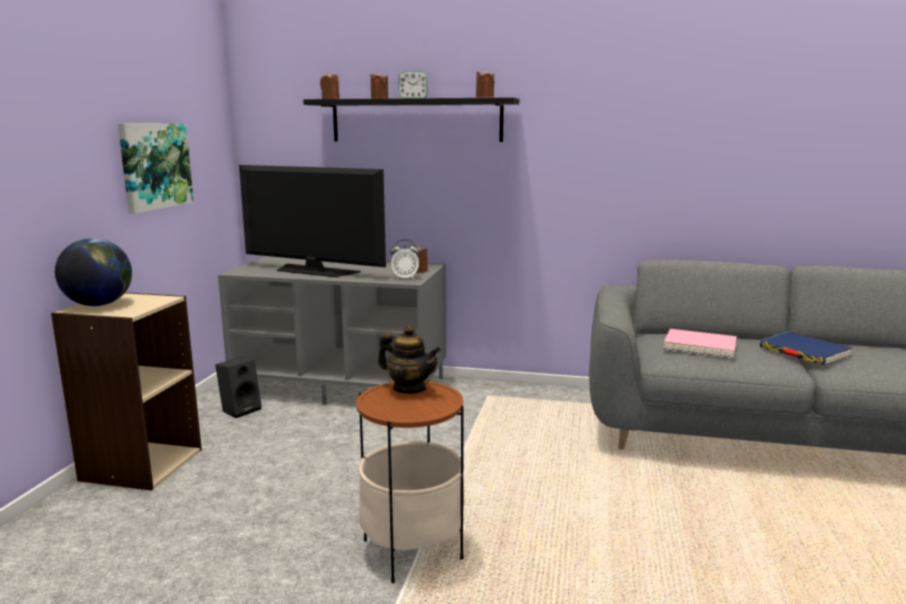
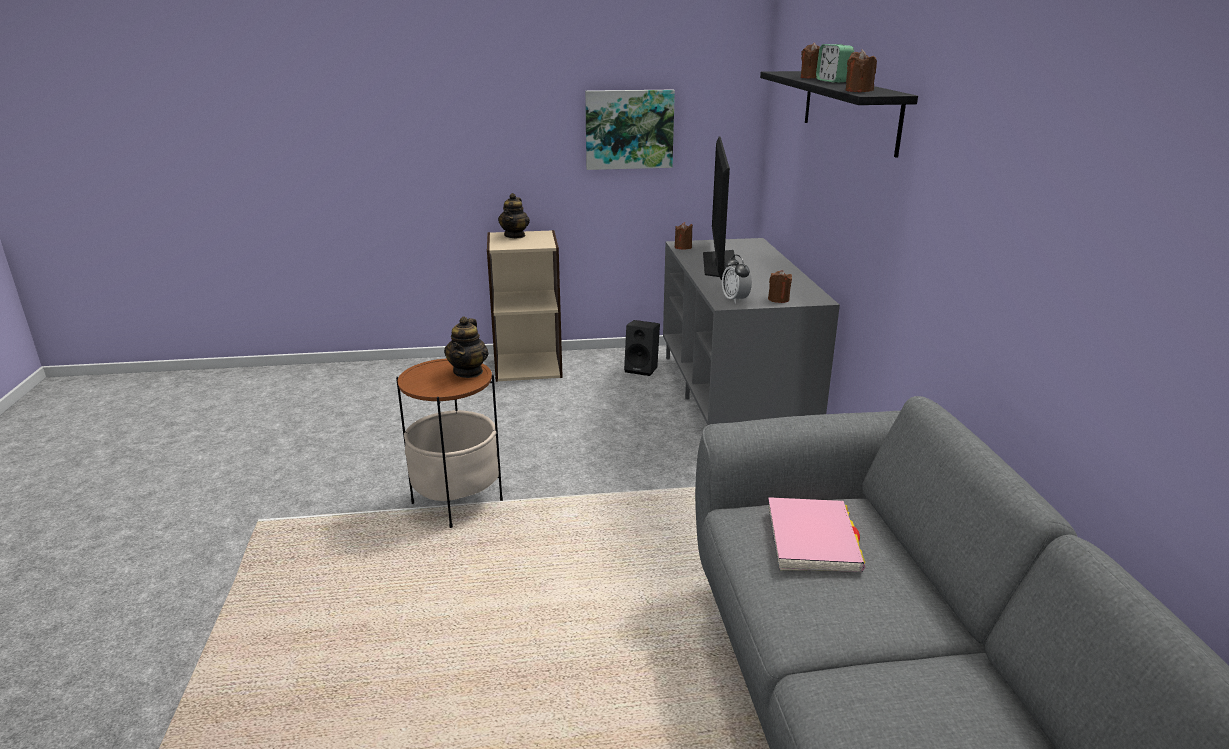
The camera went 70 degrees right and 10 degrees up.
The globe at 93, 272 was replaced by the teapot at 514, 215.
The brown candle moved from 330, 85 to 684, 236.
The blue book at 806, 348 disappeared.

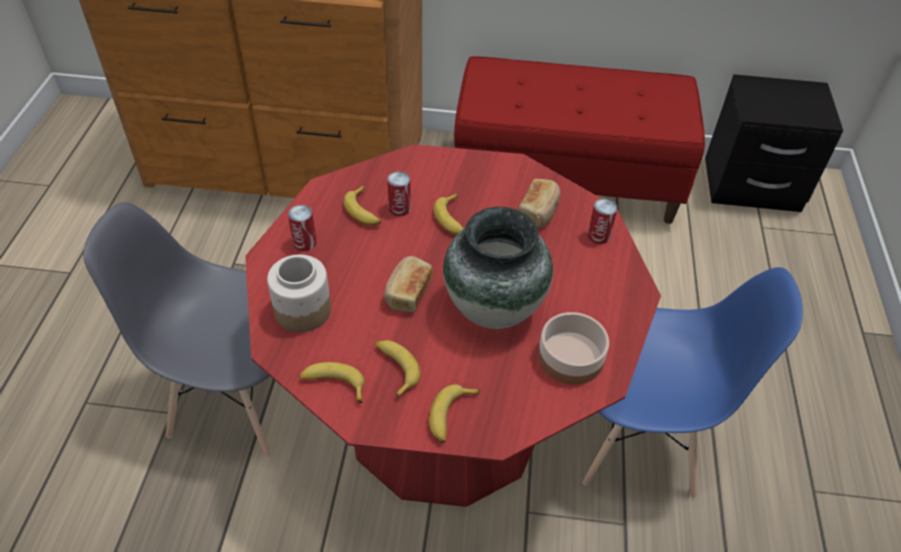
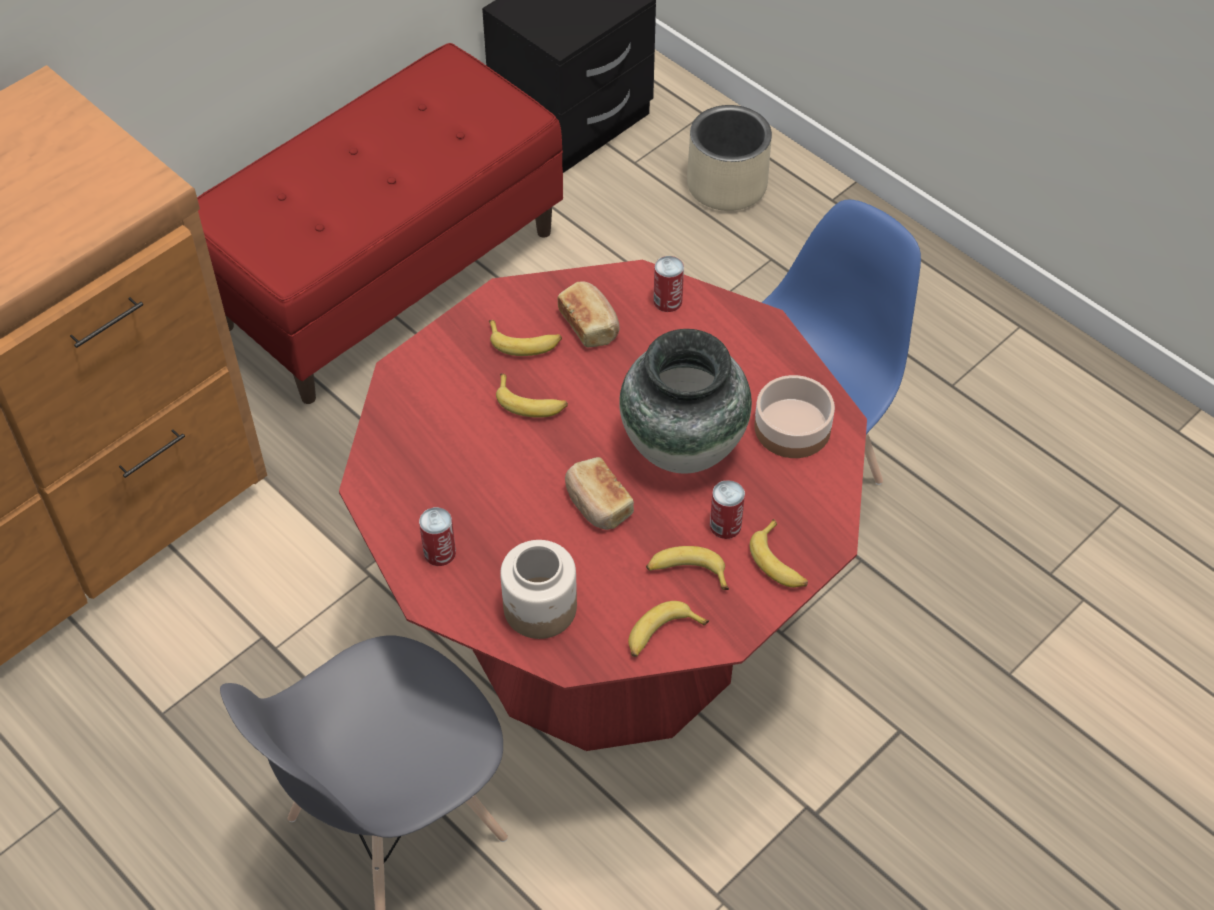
The camera went 50 degrees left and 5 degrees up.
The banana moved from 362, 205 to 525, 338.
The beige planter at 729, 158 appeared.
The can moved from 399, 194 to 727, 509.

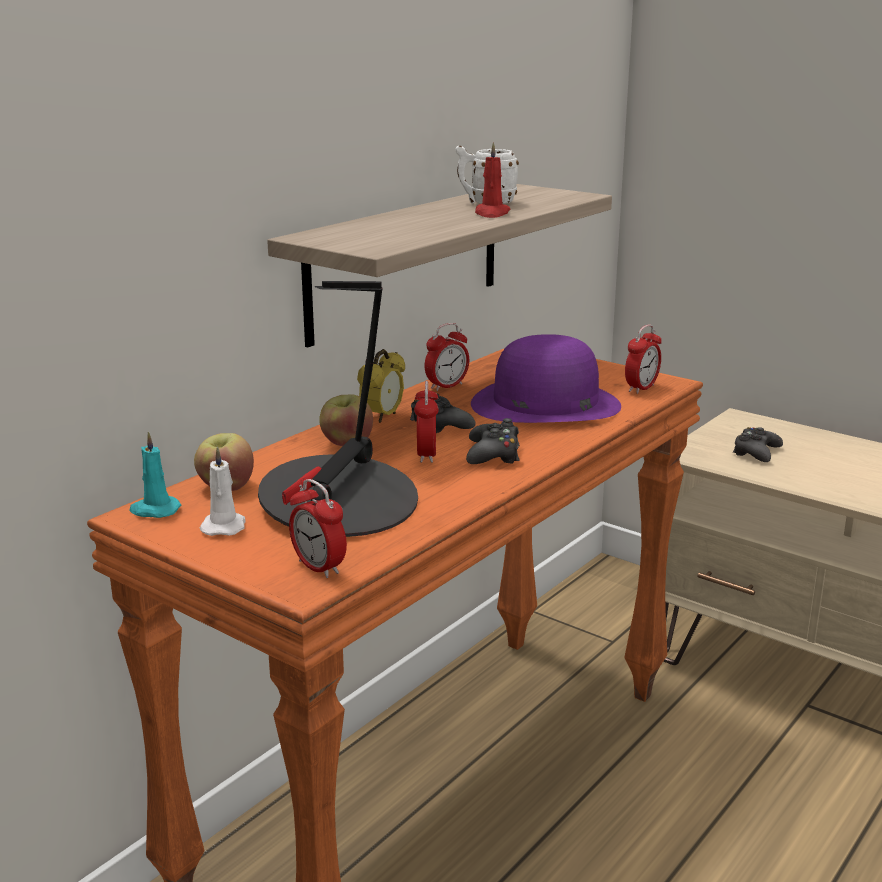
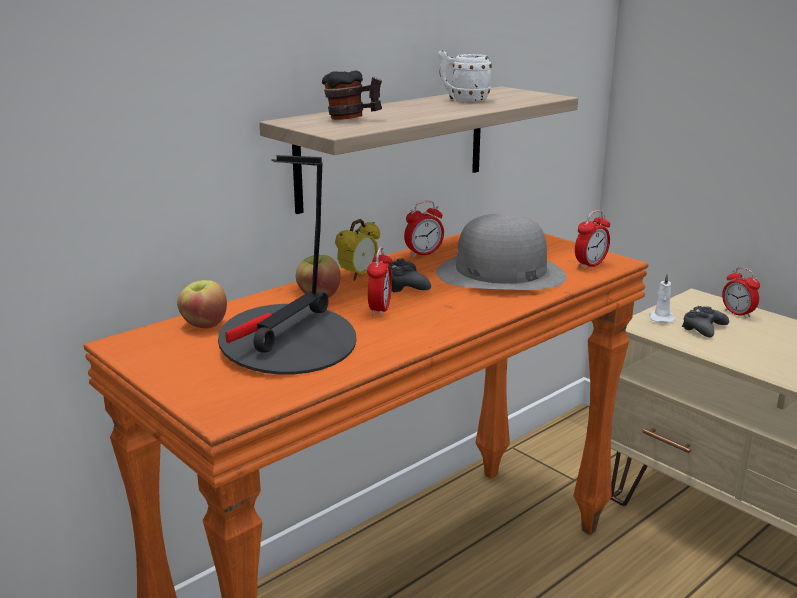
The camera went 10 degrees right and 0 degrees up.
The mug at 352, 95 appeared.
The purple hat at 546, 378 became the grey hat at 501, 252.
The white candle moved from 223, 491 to 662, 298.
The alarm clock moved from 318, 528 to 741, 293.
The turquoise candle at 156, 475 disappeared.
The black game controller at 493, 441 disappeared.
The red candle at 492, 180 disappeared.

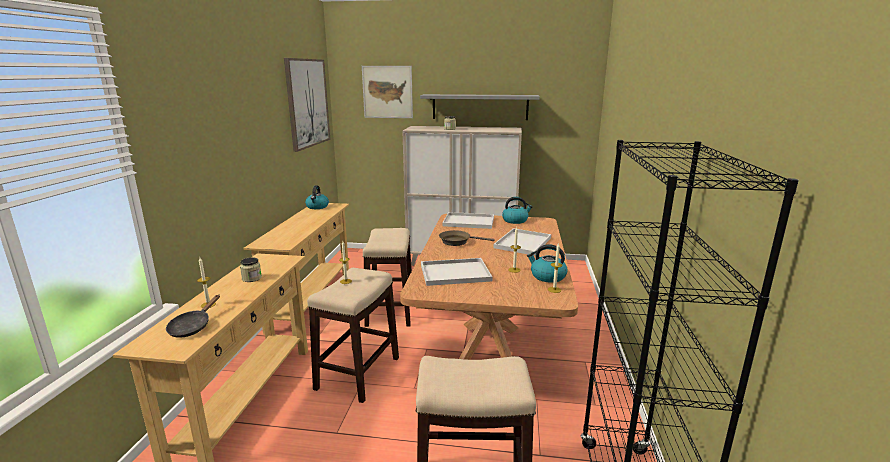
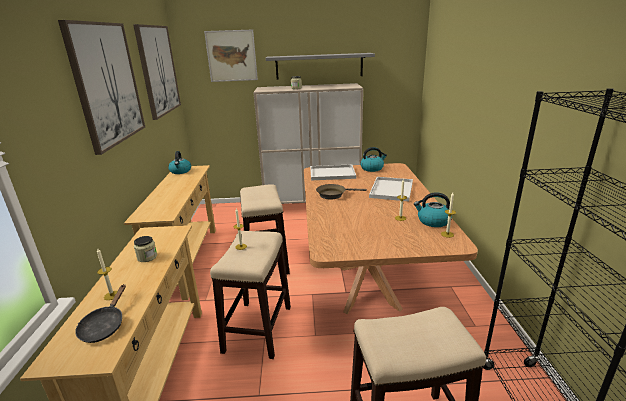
The camera went 10 degrees left and 5 degrees up.
The picture at 101, 87 appeared.
The white tray at 456, 272 disappeared.

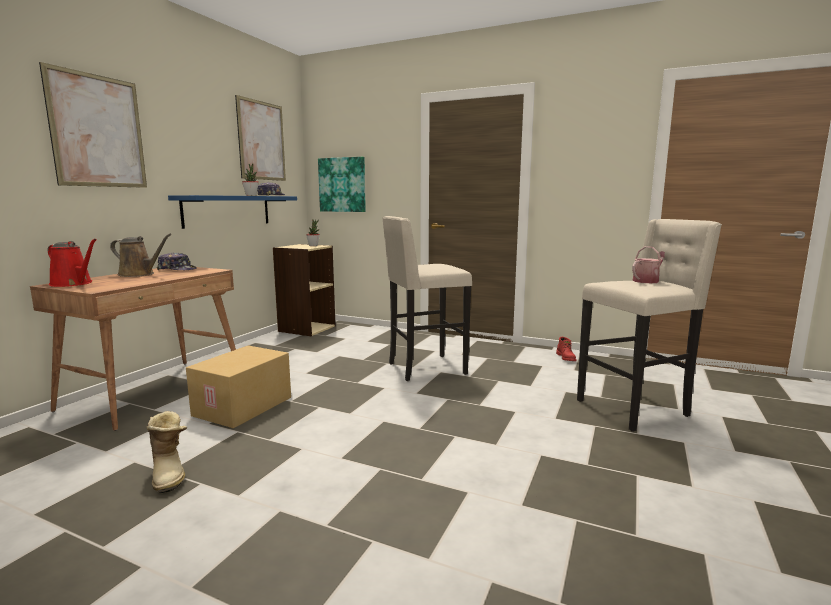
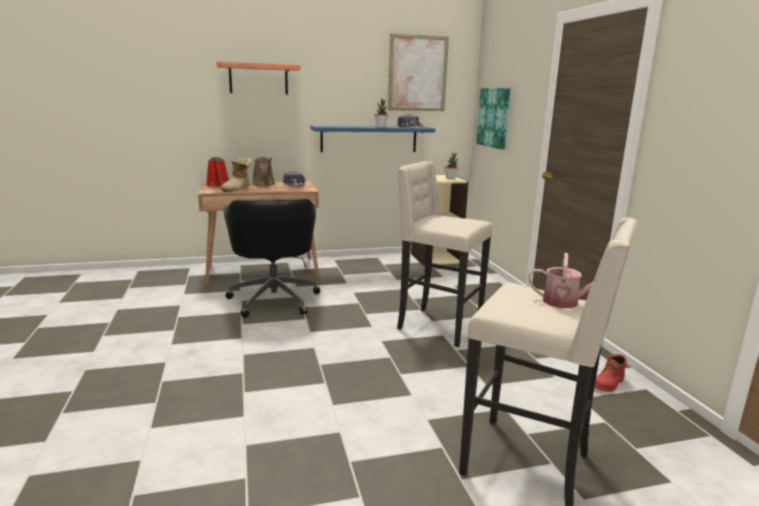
The camera went 50 degrees right and 5 degrees up.
The picture at 93, 125 was replaced by the shelf at 258, 78.
The boot moved from 167, 452 to 236, 175.
The cardboard box at 238, 386 was replaced by the black office chair at 271, 258.

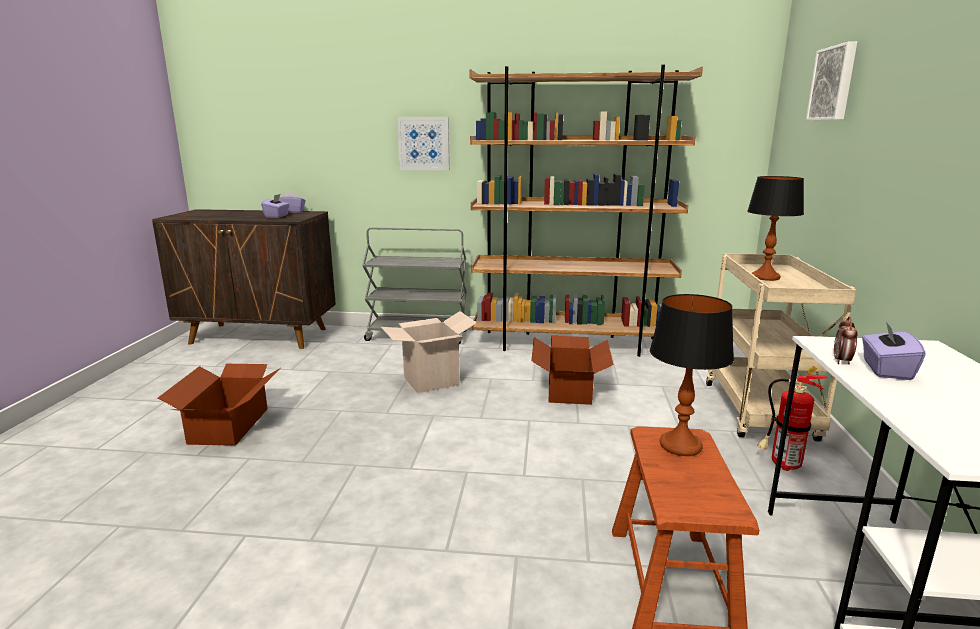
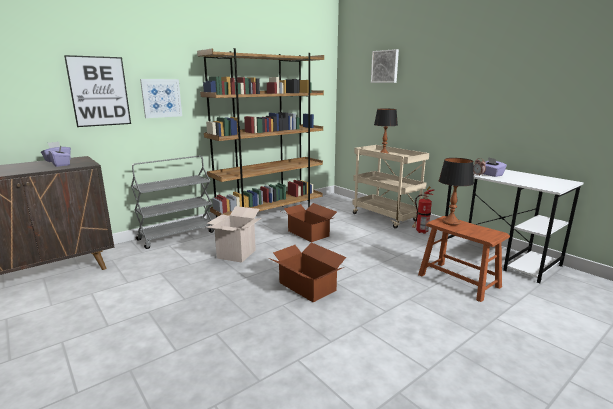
The camera went 45 degrees left and 0 degrees up.
The picture at 97, 91 appeared.
The cardboard box moved from 219, 405 to 307, 272.

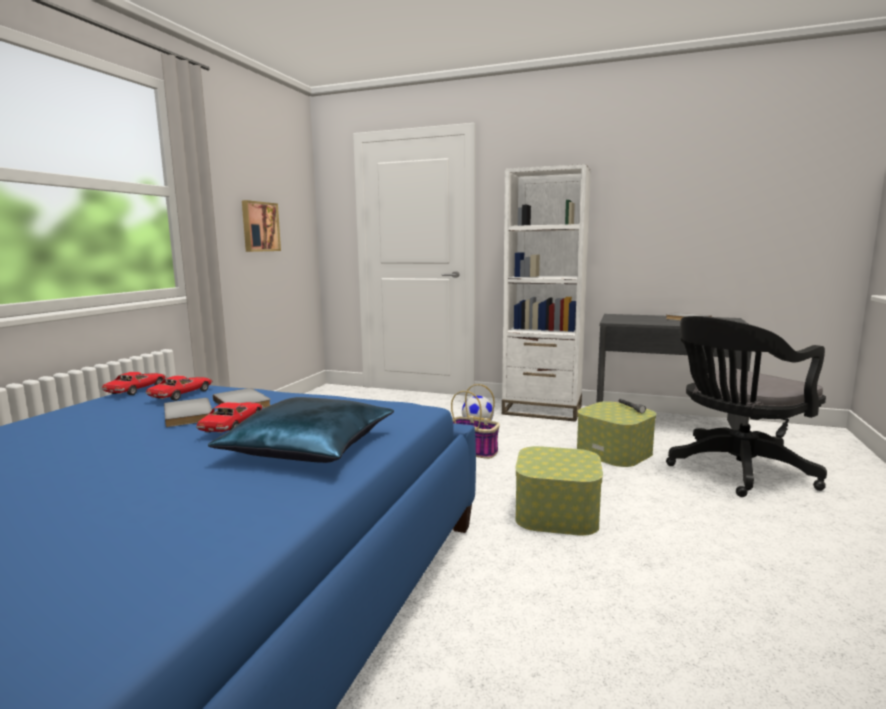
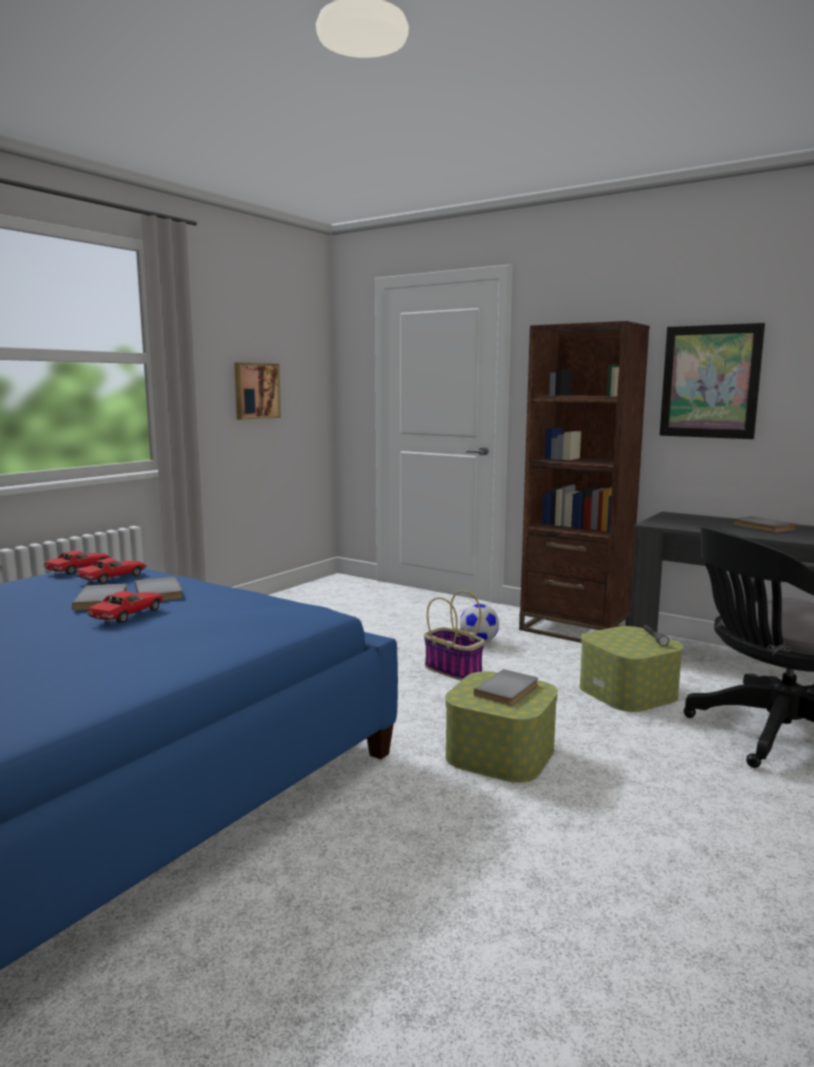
The camera went 15 degrees right and 0 degrees up.
The grey book at 506, 687 appeared.
The white bookcase at 546, 293 became the brown bookcase at 584, 482.
The picture at 712, 381 appeared.
The blue pillow at 301, 430 disappeared.

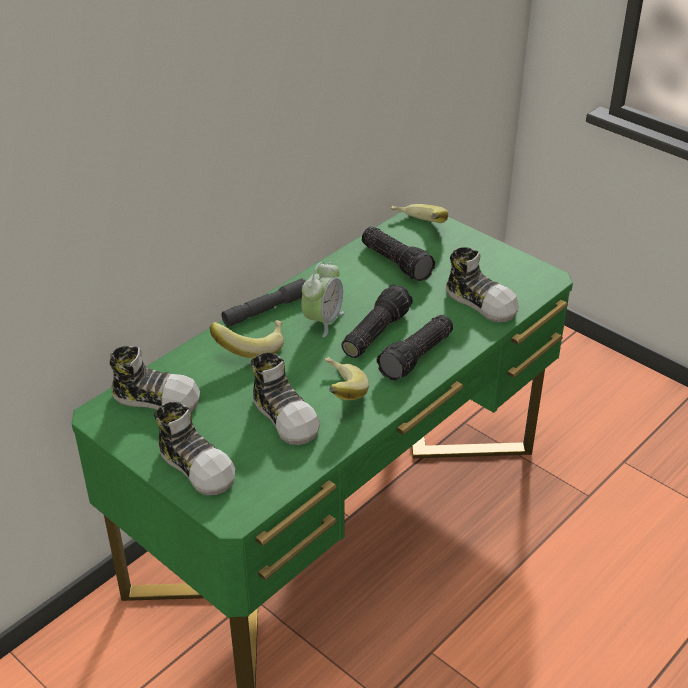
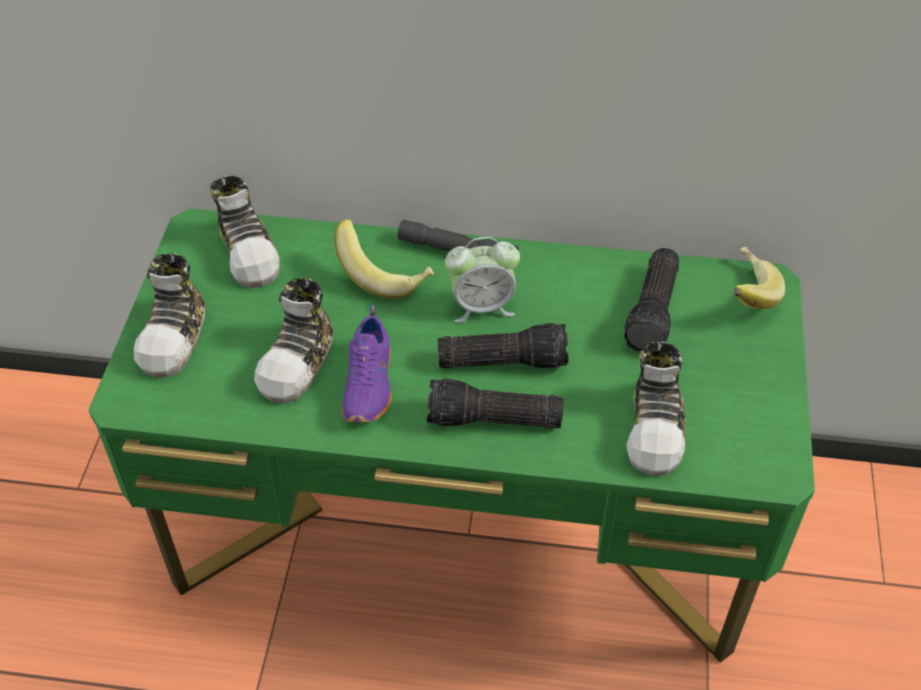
The camera went 55 degrees right and 10 degrees up.
The banana at 347, 378 was replaced by the purple shoe at 367, 364.

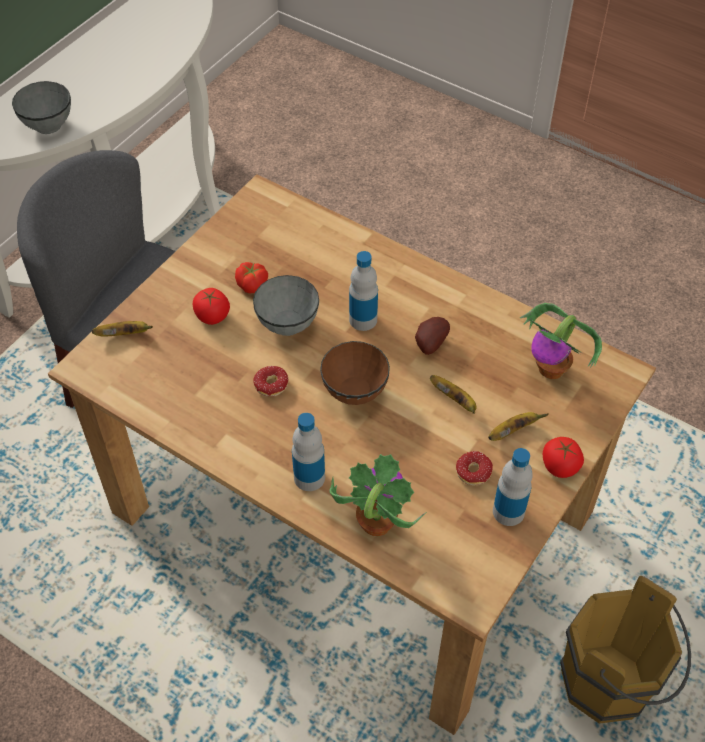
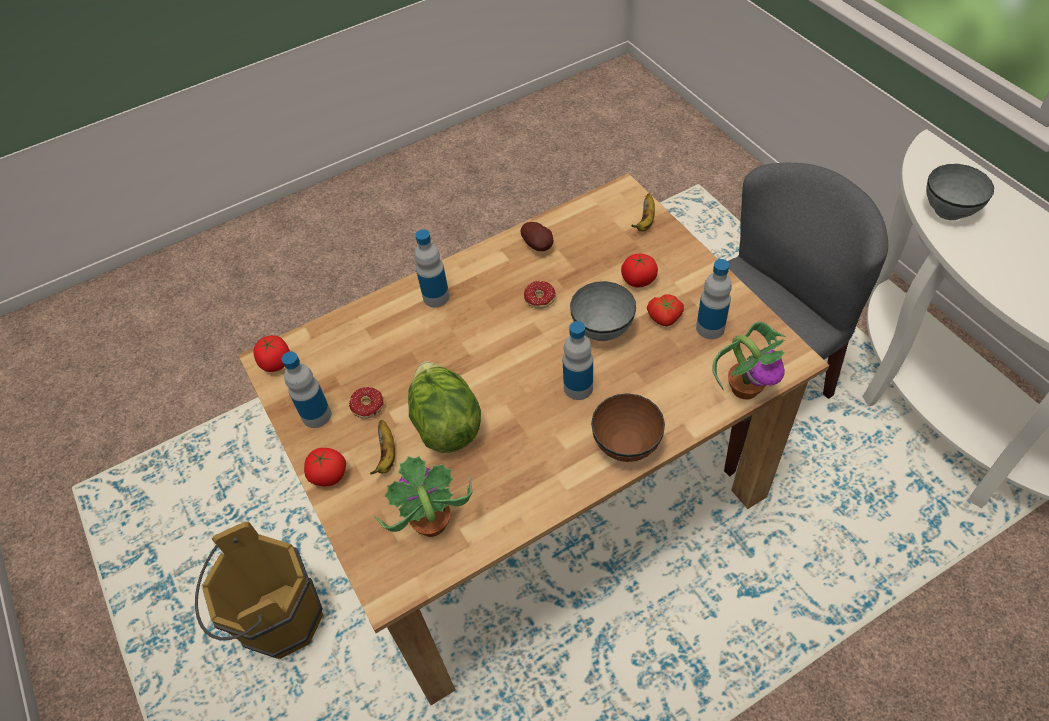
The camera went 120 degrees right and 0 degrees up.
The tomato at 271, 353 appeared.
The banana at 453, 394 was replaced by the lettuce at 444, 407.
The potato moved from 432, 336 to 537, 236.
The brown bowl moved from 355, 373 to 628, 427.
The bottle at 714, 299 appeared.
The potted plant moved from 377, 495 to 749, 361.

